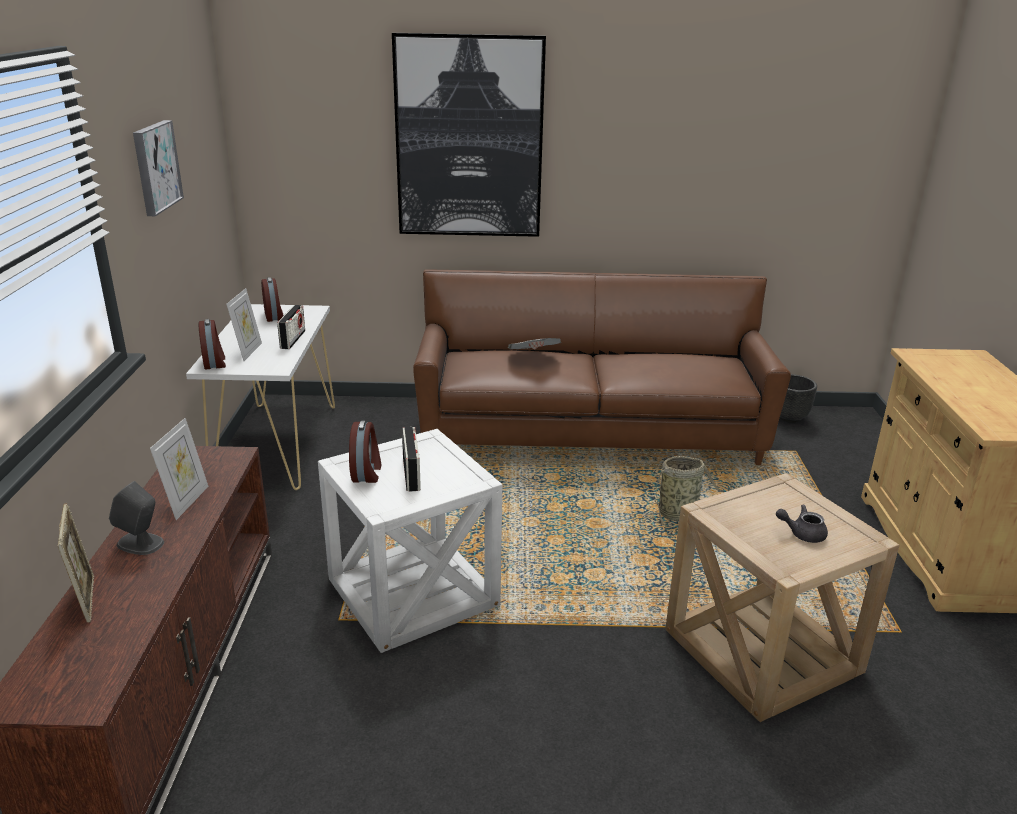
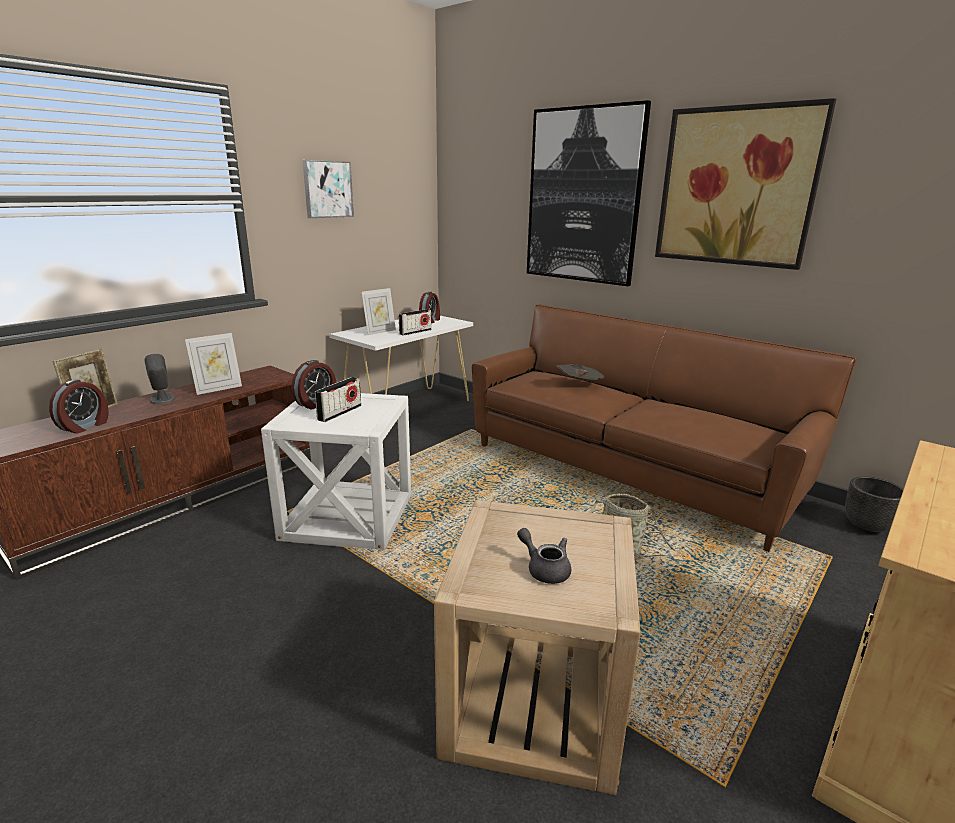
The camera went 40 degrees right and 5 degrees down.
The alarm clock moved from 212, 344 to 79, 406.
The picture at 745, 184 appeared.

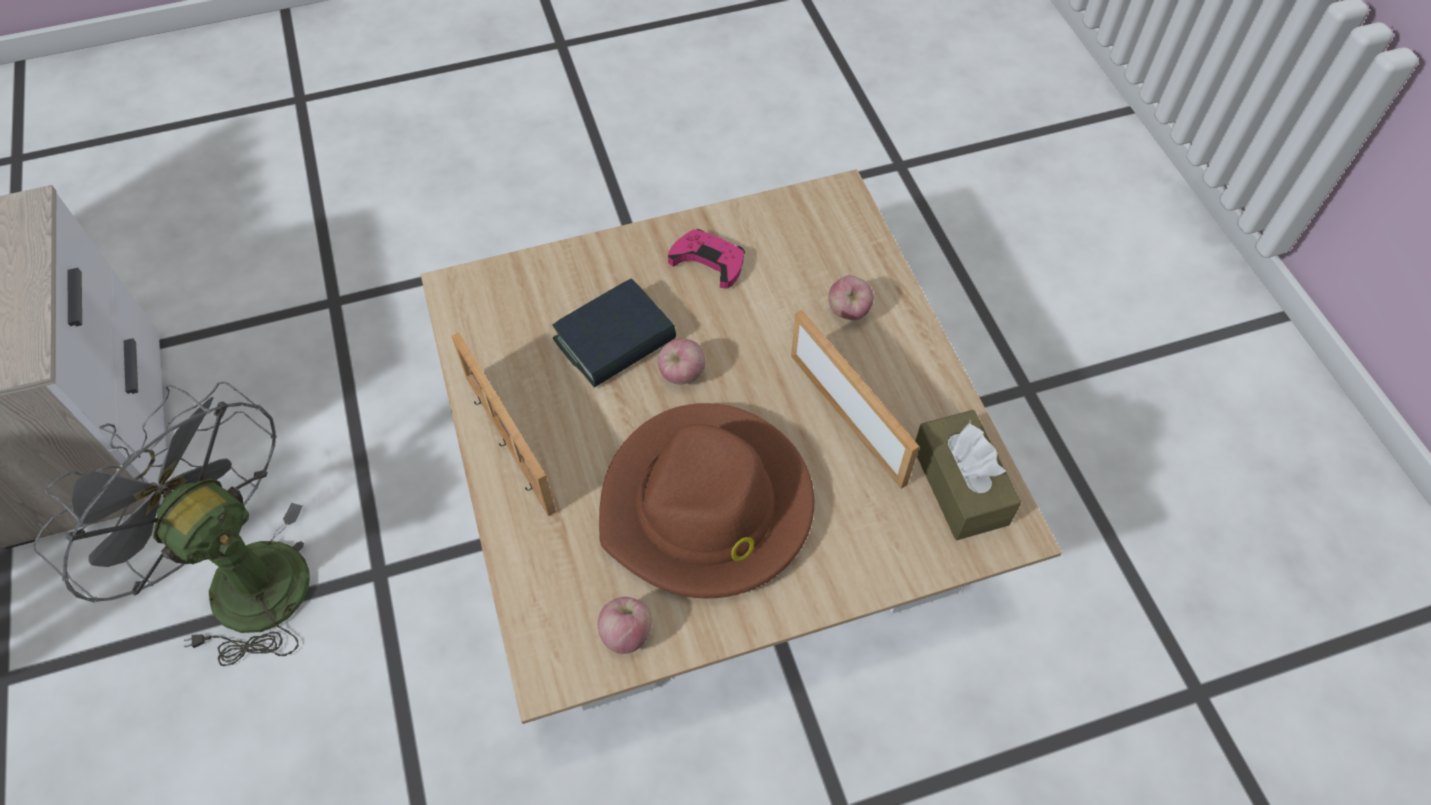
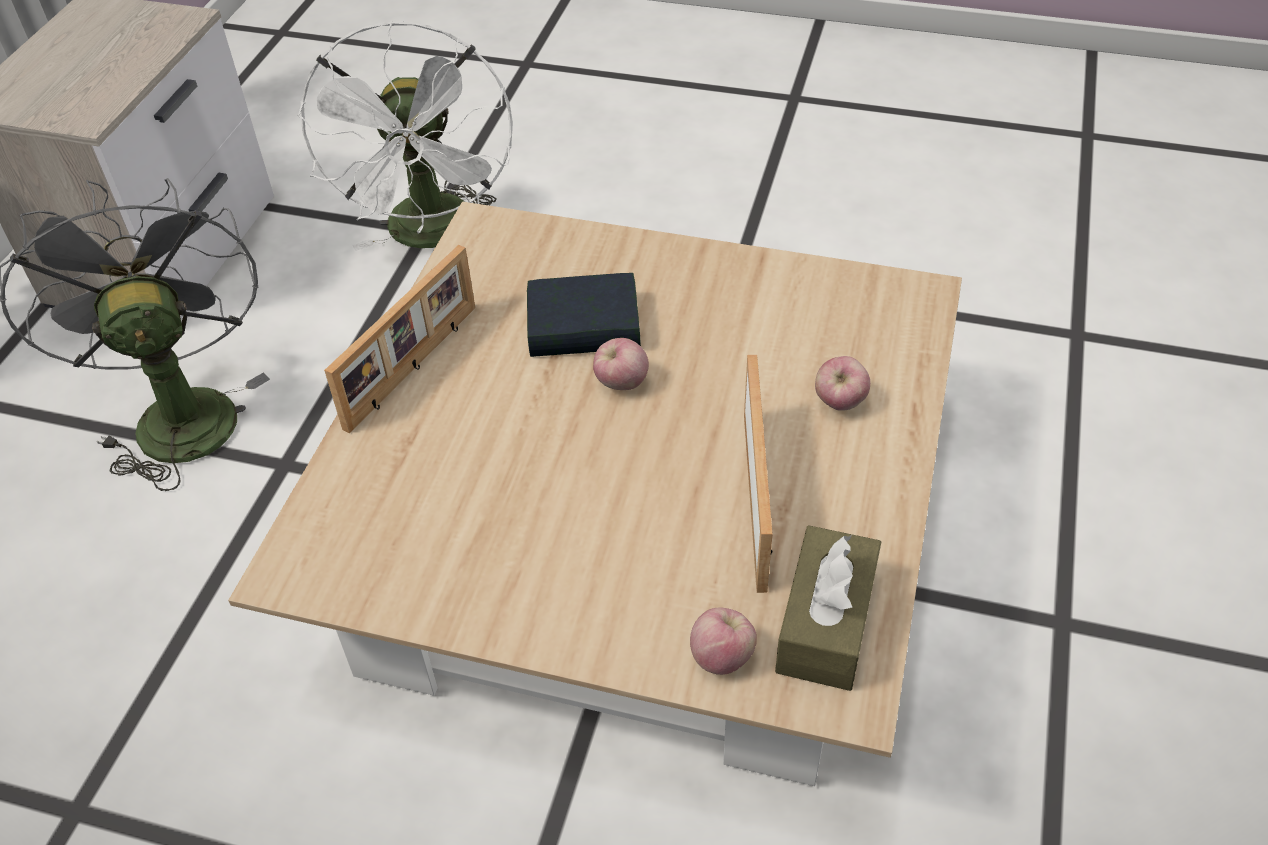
The camera went 35 degrees right and 10 degrees down.
The white fan at 405, 135 appeared.
The picture frame at 504, 424 turned 150 degrees counterclockwise.
The apple moved from 625, 625 to 723, 641.
The brown hat at 706, 500 disappeared.
The pink game controller at 706, 259 disappeared.

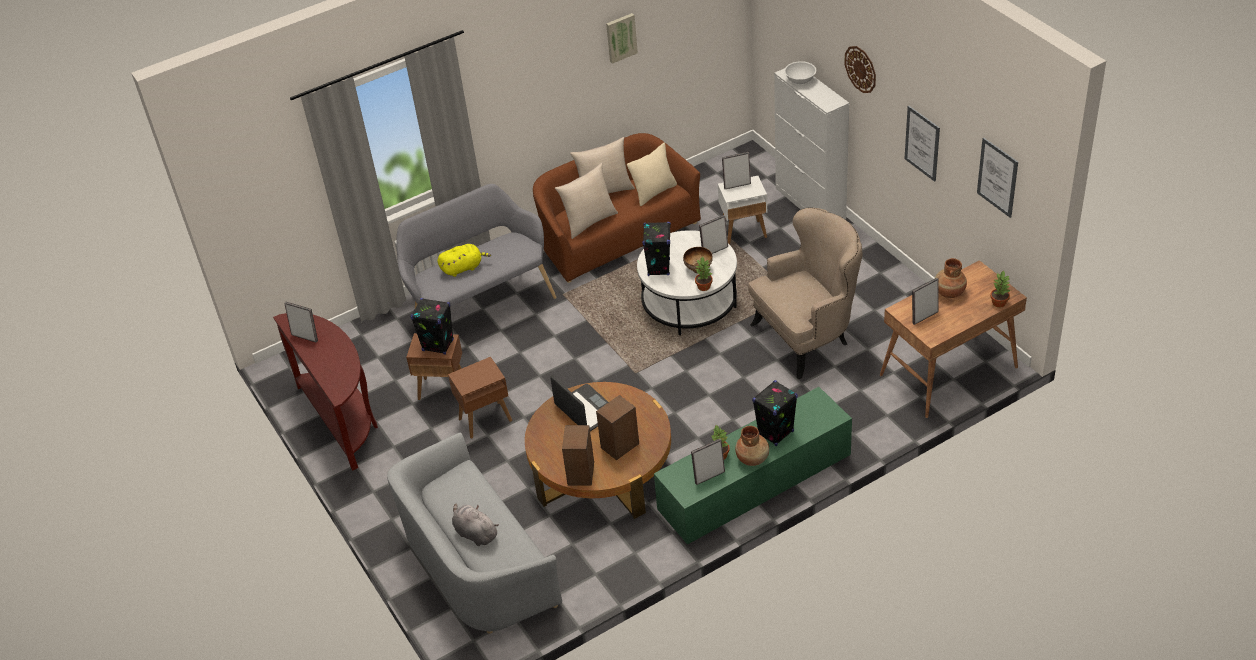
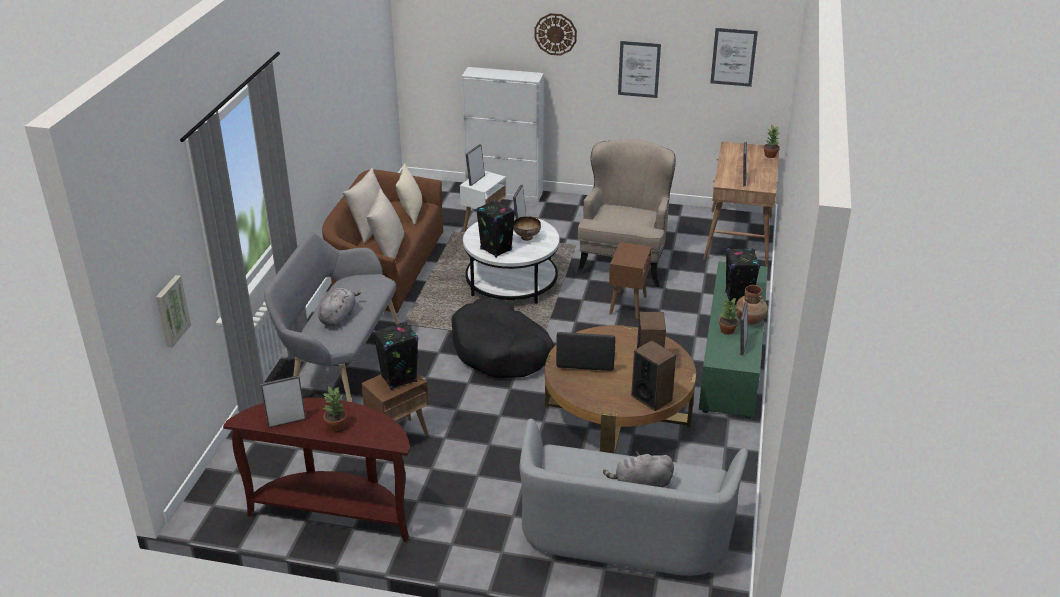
The camera went 50 degrees left and 10 degrees down.
The picture moved from 622, 38 to 173, 311.
The yellow plush toy at 464, 260 became the grey plush toy at 339, 307.
The potted plant moved from 704, 273 to 335, 408.
The black dog bed at 502, 338 appeared.
The brown side table moved from 480, 398 to 630, 280.
The white bowl at 800, 72 disappeared.
The brown vase at 951, 278 disappeared.

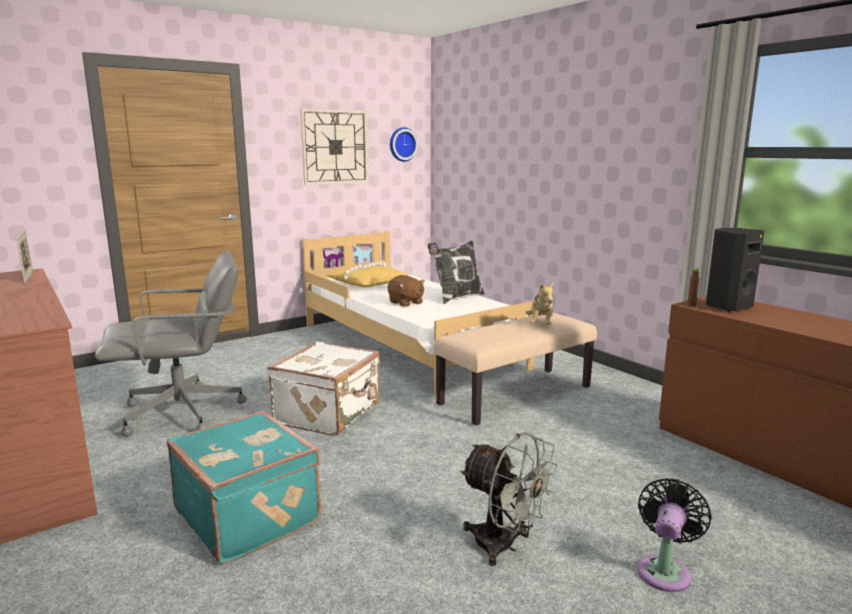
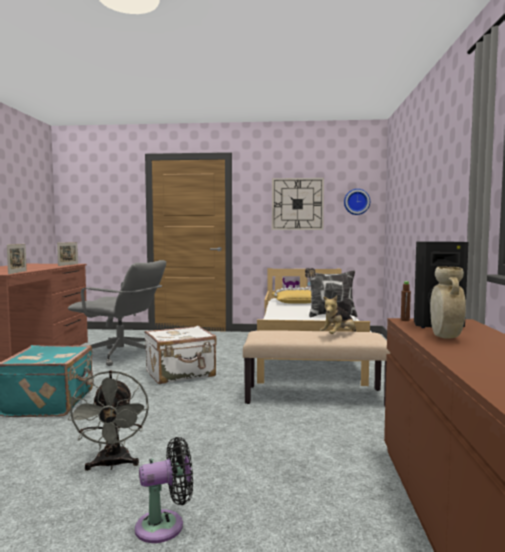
The camera went 40 degrees right and 10 degrees down.
The picture frame at 17, 259 appeared.
The beige vase at 448, 302 appeared.
The brown plush toy at 406, 291 disappeared.

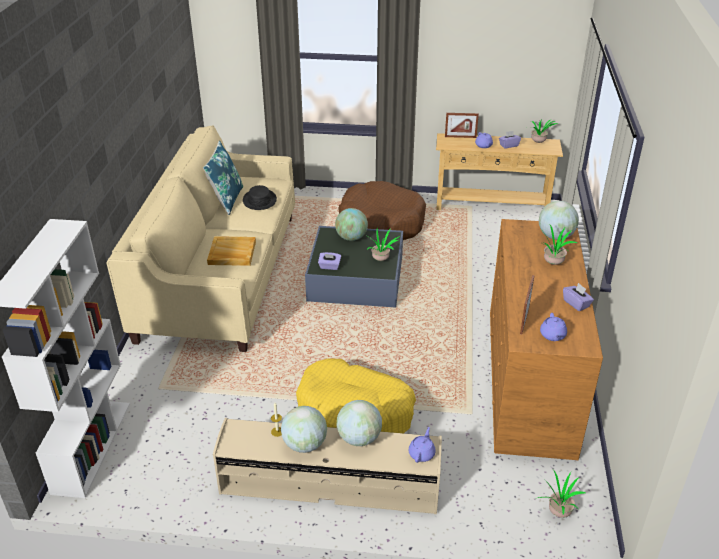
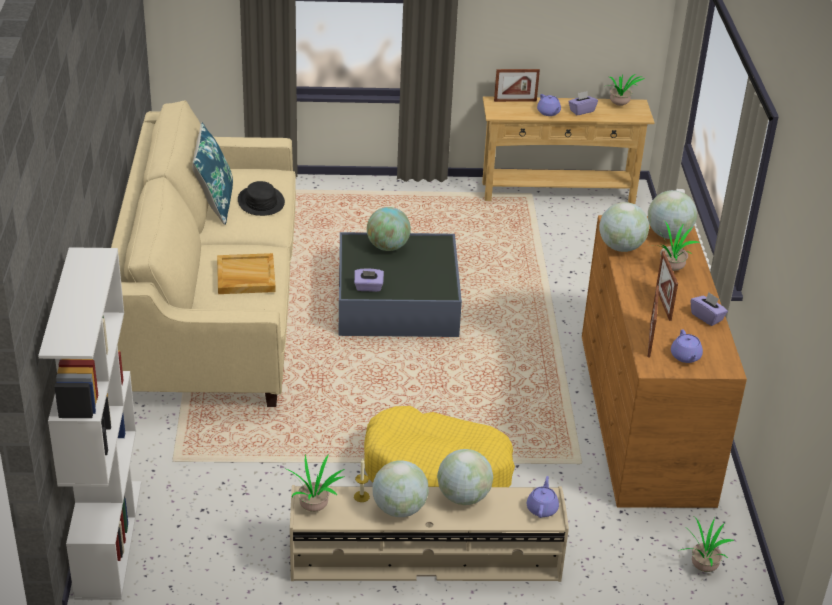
The camera went 10 degrees left and 0 degrees up.
The potted plant moved from 383, 244 to 314, 483.
The globe at 624, 227 appeared.
The picture frame at 667, 286 appeared.
The brown dog bed at 382, 210 disappeared.

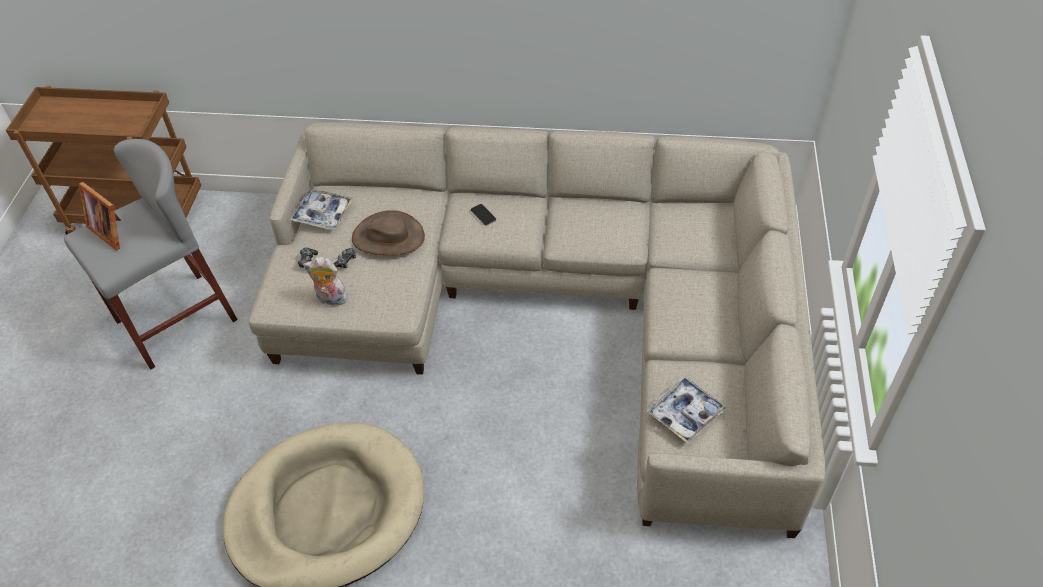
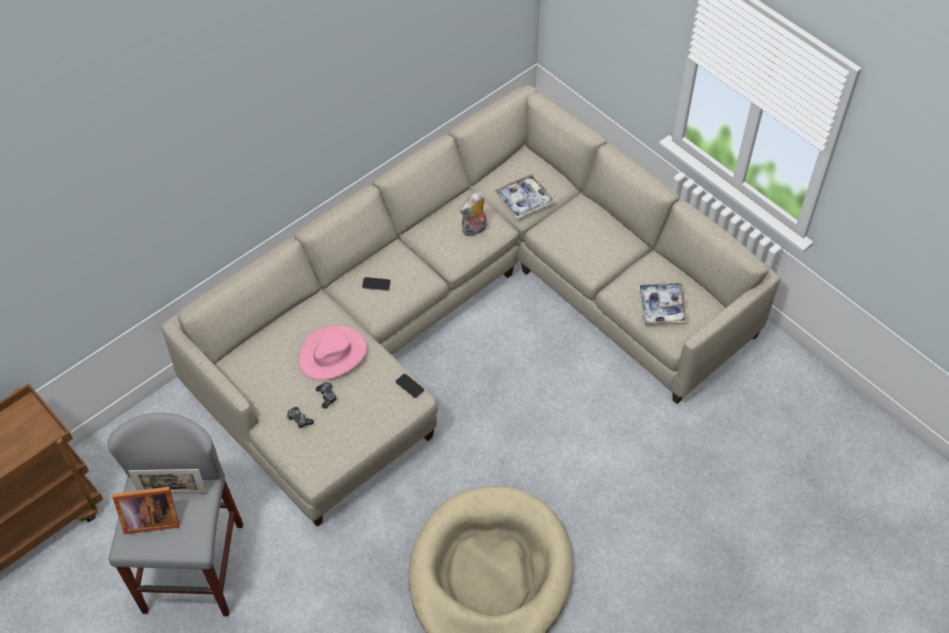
The camera went 50 degrees left and 5 degrees up.
The picture frame at 167, 481 appeared.
The brown hat at 388, 232 became the pink hat at 333, 352.
The phone at 410, 386 appeared.
The plush toy moved from 325, 281 to 473, 214.
The tray moved from 322, 209 to 524, 196.

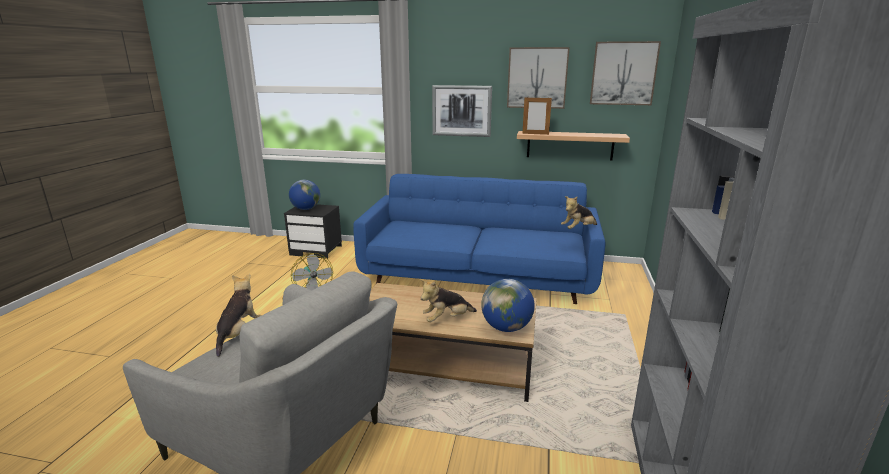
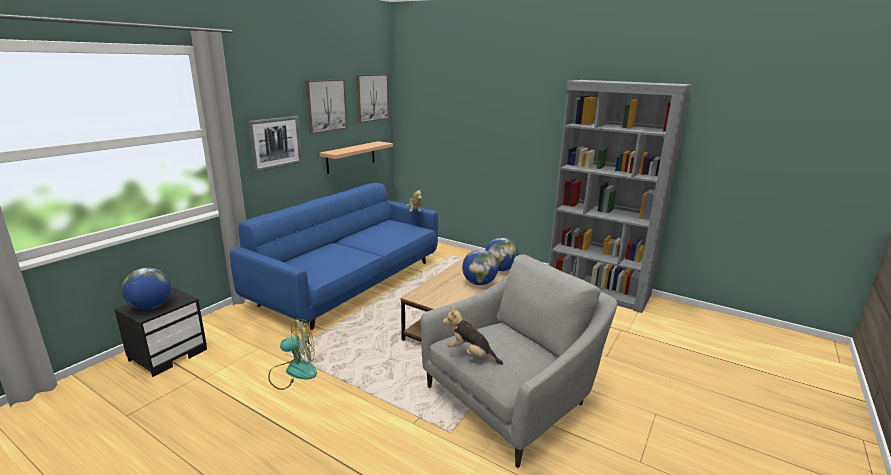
The camera went 70 degrees left and 0 degrees up.
The plush toy at 449, 301 was replaced by the globe at 480, 267.
The picture frame at 537, 116 disappeared.

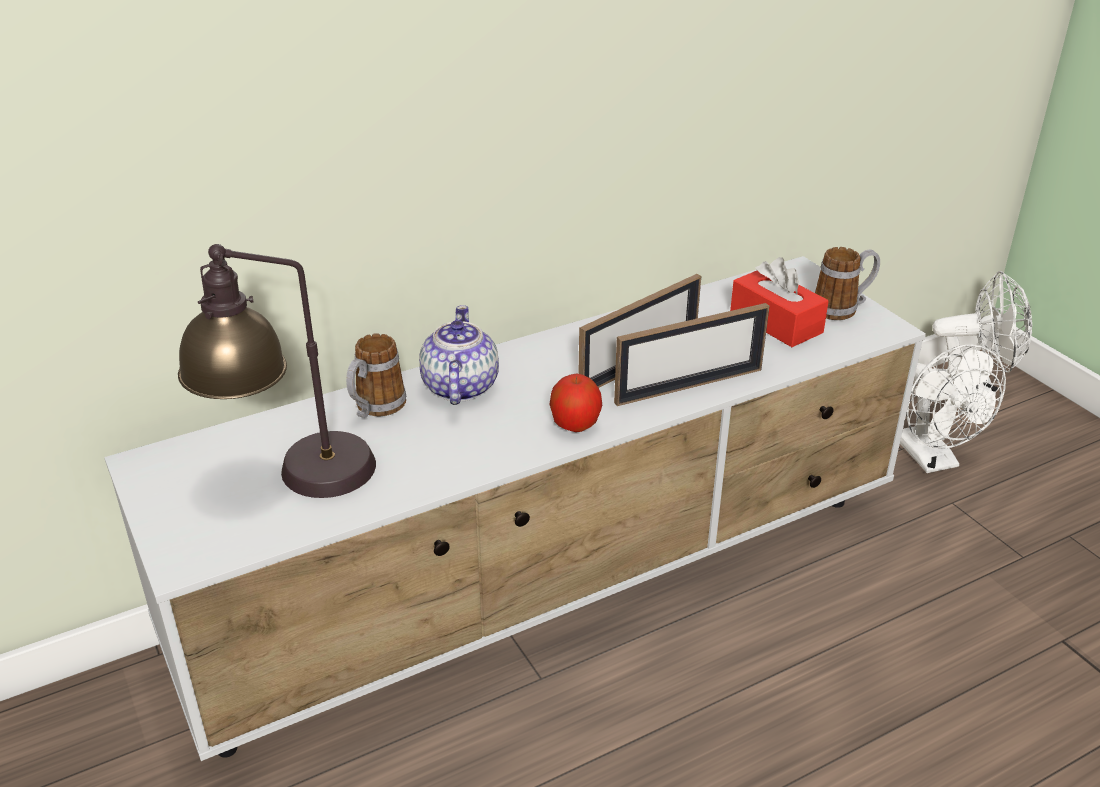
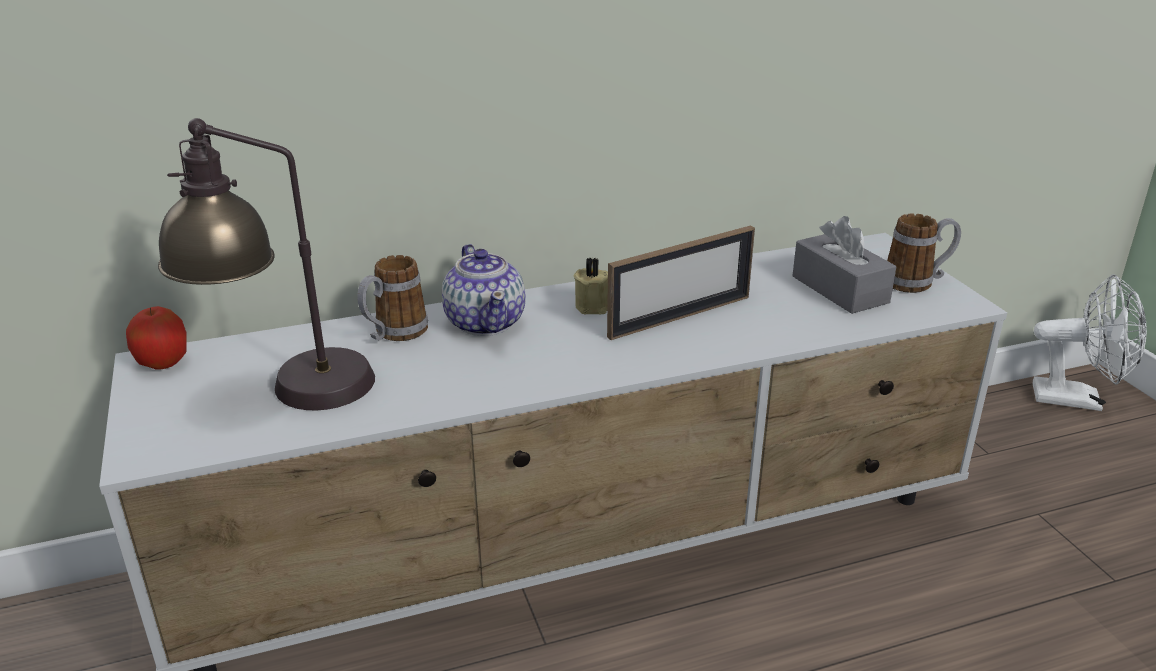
The camera went 10 degrees right and 5 degrees down.
The apple moved from 575, 403 to 156, 338.
The teapot at 459, 355 turned 150 degrees clockwise.
The beige candle at 591, 285 appeared.
The red tissue box at 779, 302 became the grey tissue box at 844, 265.
The picture frame at 692, 354 disappeared.
The white fan at 953, 409 disappeared.

